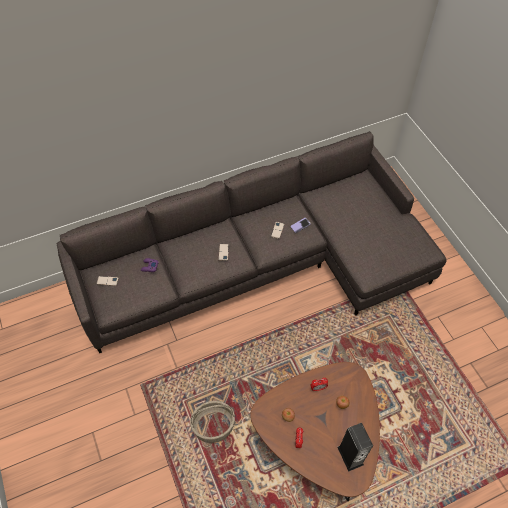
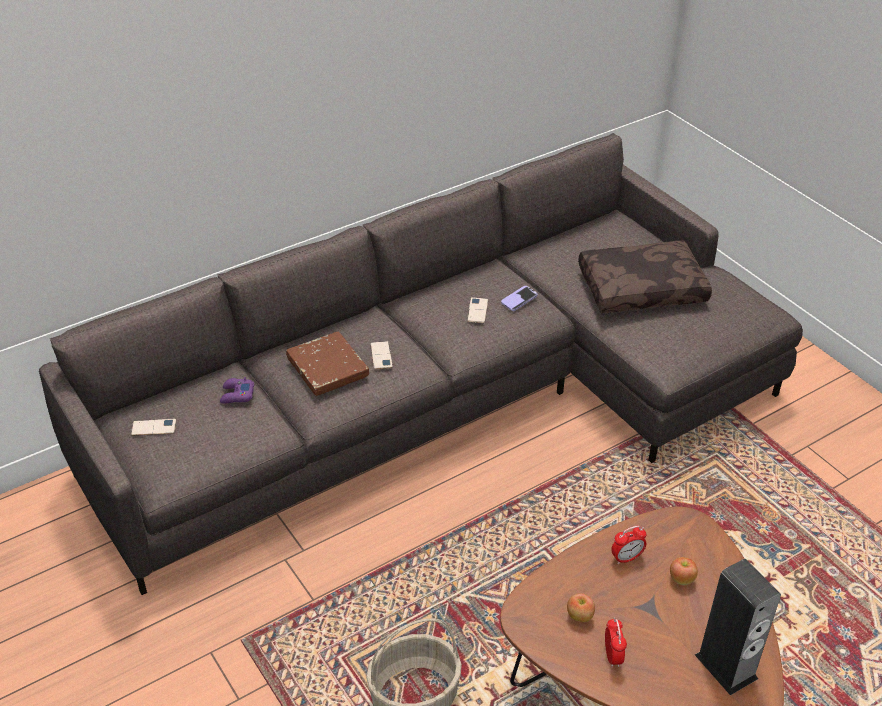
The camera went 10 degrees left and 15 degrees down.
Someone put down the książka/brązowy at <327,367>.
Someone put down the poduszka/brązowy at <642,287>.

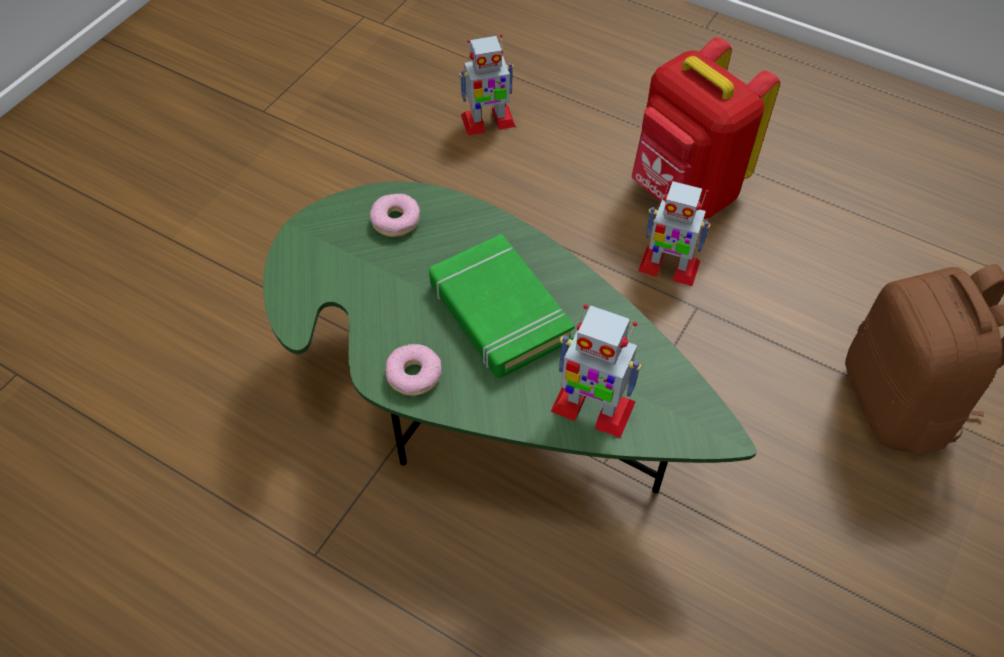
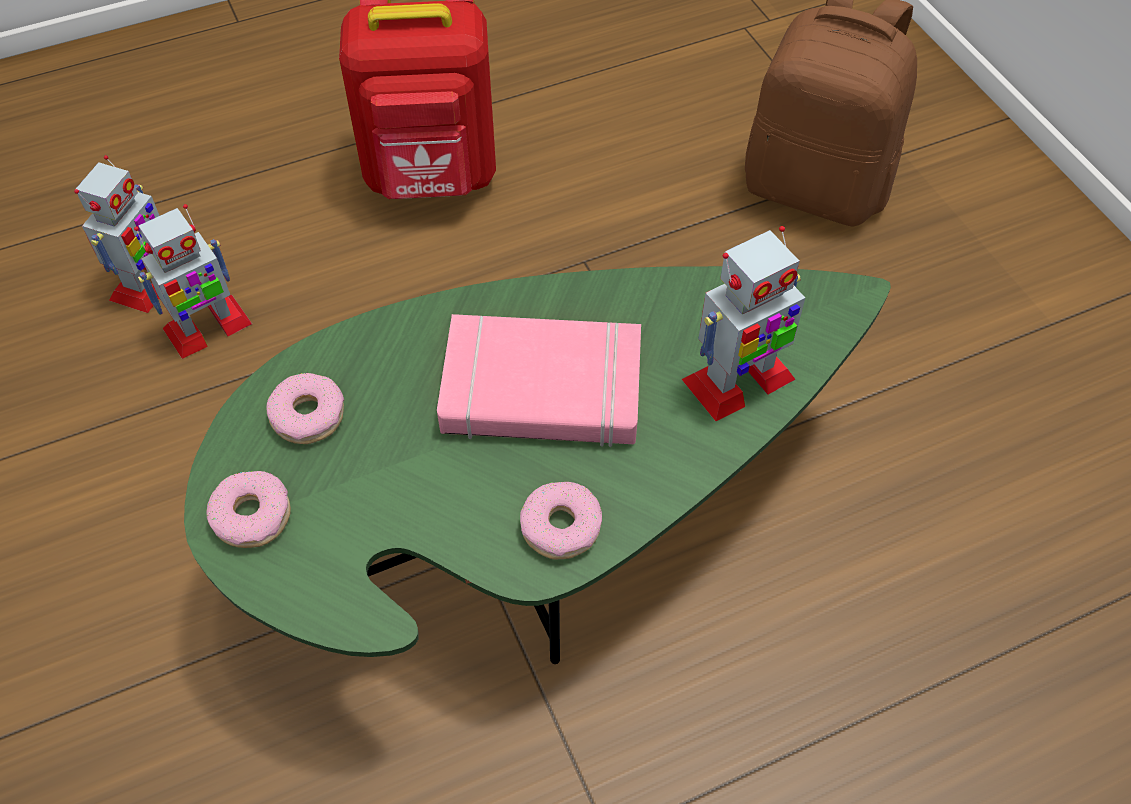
The camera went 55 degrees left and 0 degrees up.
Someone put down the donut at <252,516>.
Someone carried the robot zabawkowy from <668,266> to <207,327>.
Someone repainted the książka/zielony at <499,312>, which became the książka/różowy at <542,391>.

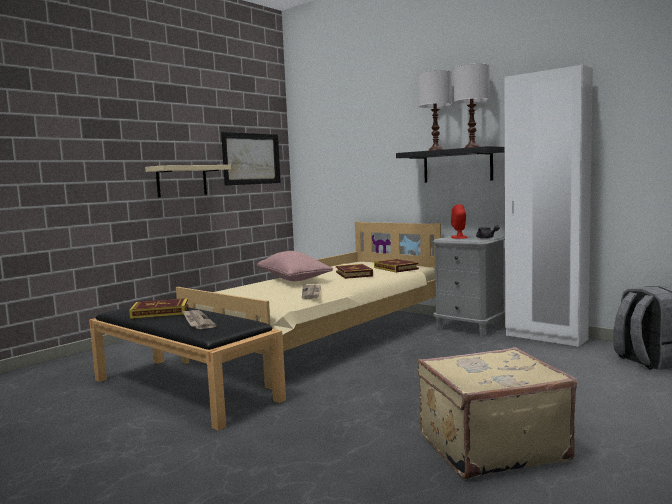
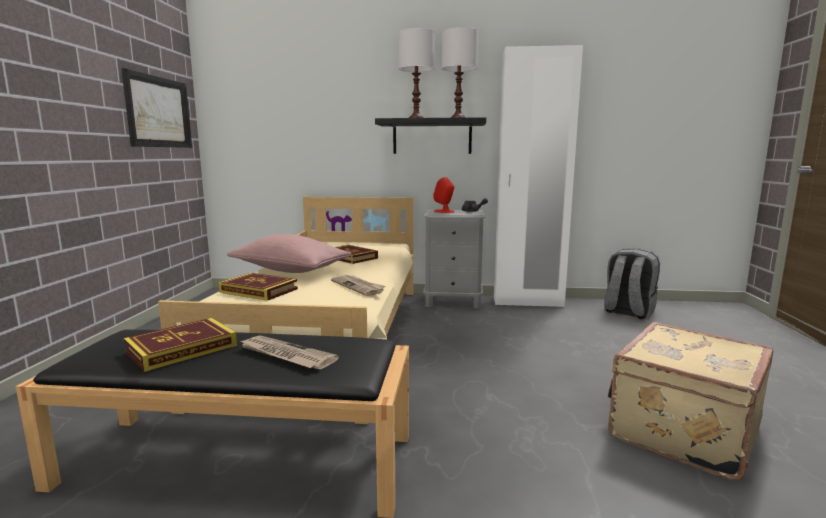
The camera went 35 degrees left and 5 degrees up.
Someone took away the półka/beżowy at <182,181>.
Someone carried the książka from <396,268> to <259,290>.

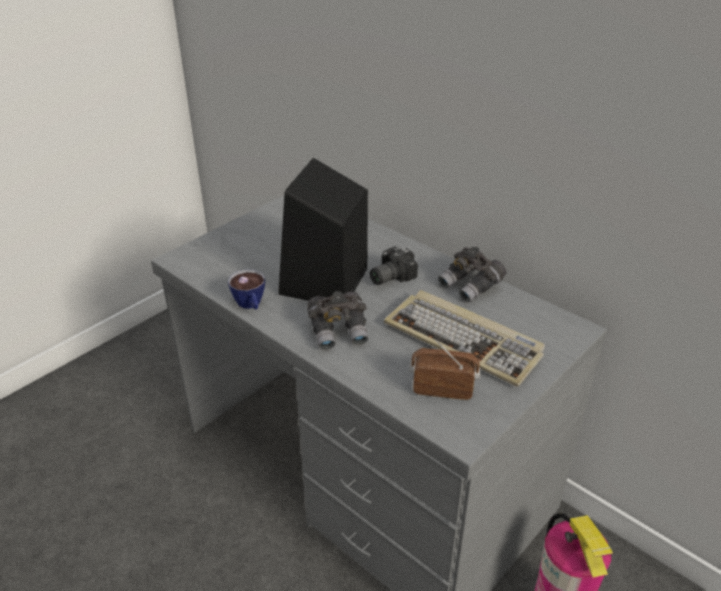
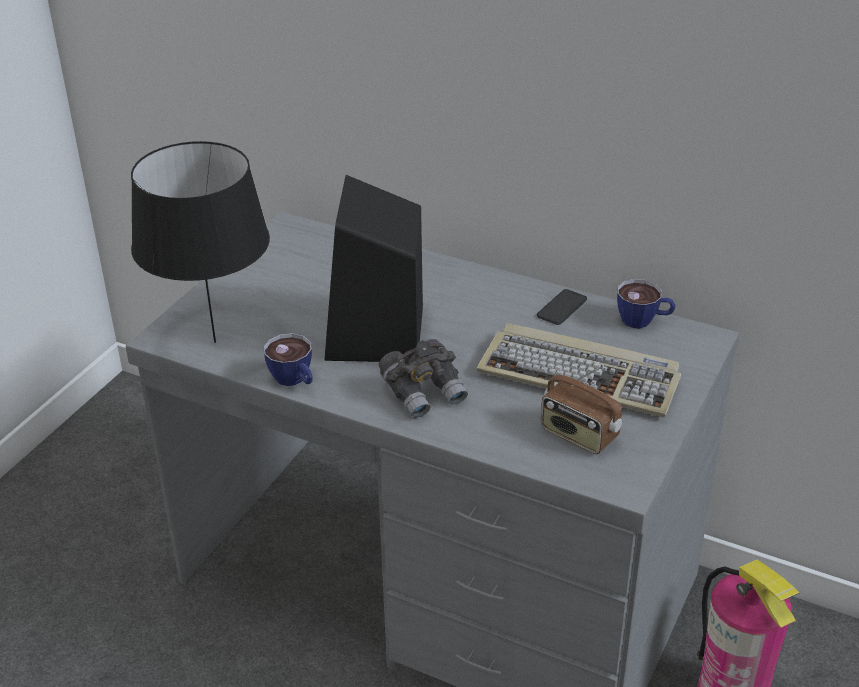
The camera went 15 degrees left and 0 degrees up.
Someone took away the aparat fotograficzny at <389,276>.
Someone put down the lampa stołowa/czarny at <214,342>.
Someone put down the filiżanka at <643,320>.
Someone swapped the lornetka/szary at <471,286> for the telefon at <562,308>.
Someone rotated the radio at <443,387> by 135 degrees counterclockwise.

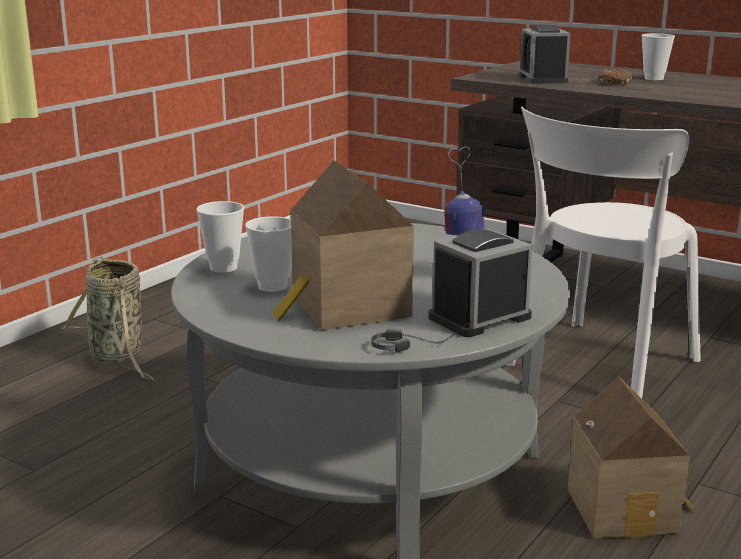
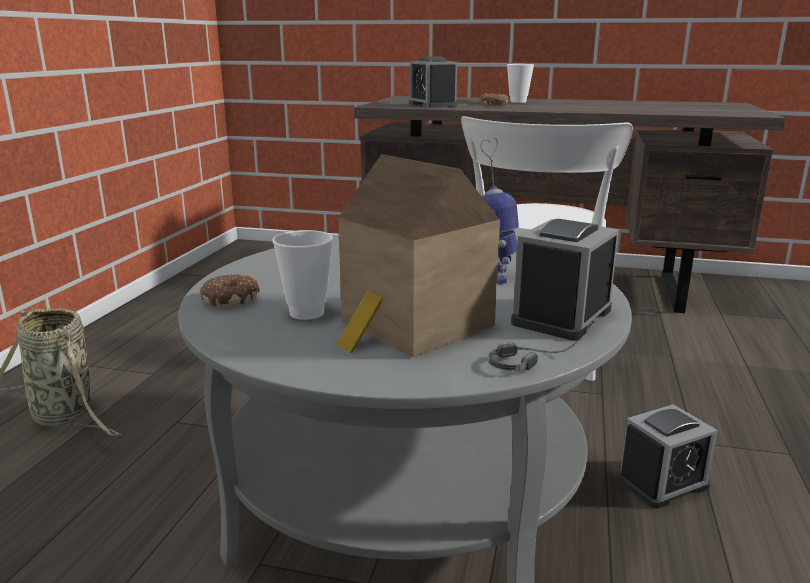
The camera went 20 degrees left and 0 degrees up.
Someone swapped the filiżanka at <223,267> for the donut at <230,299>.
Someone swapped the domek at <627,510> for the budzik at <662,483>.

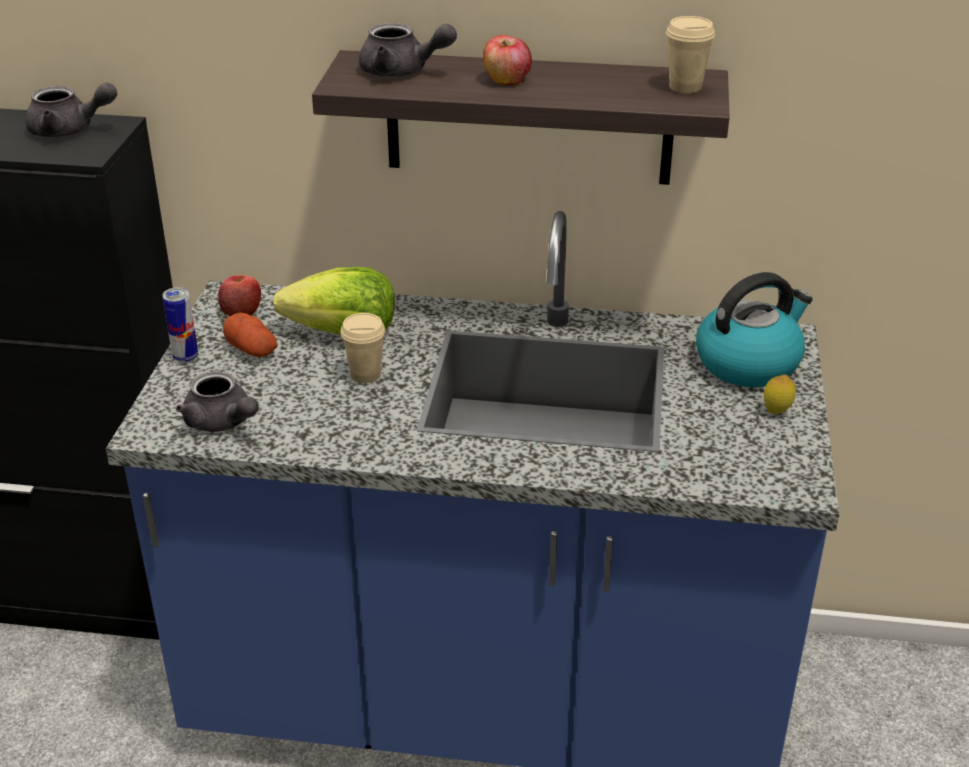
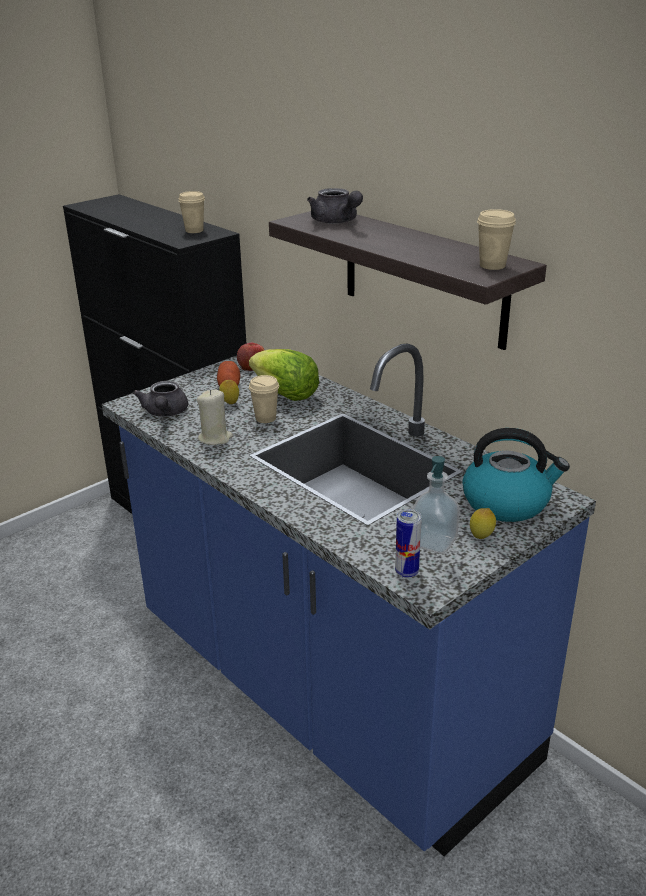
The camera went 40 degrees right and 5 degrees down.
Someone took away the jabłko at <507,80>.
Someone put down the świeca/beżowy at <215,438>.
Someone put down the cytryna at <230,404>.
Someone put down the dozownik mydła at <433,542>.
Someone carried the puszka from <185,357> to <406,572>.
Someone swapped the imbryk/szary at <70,130> for the filiżanka/beżowy at <194,230>.

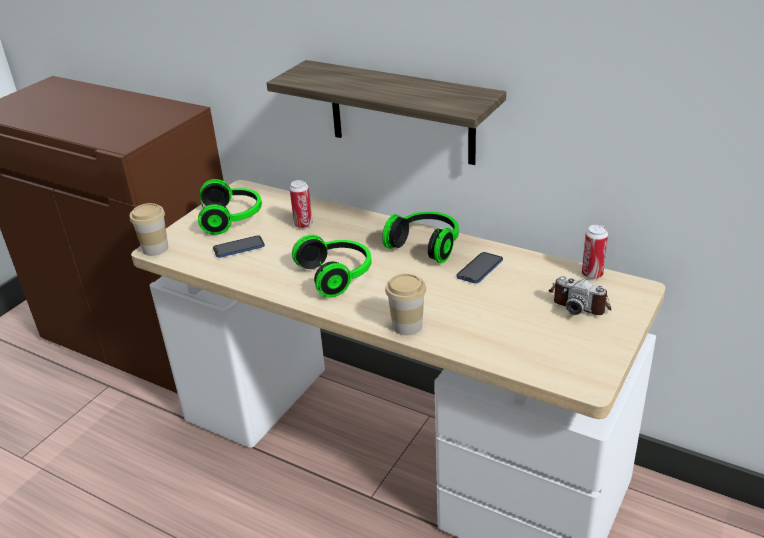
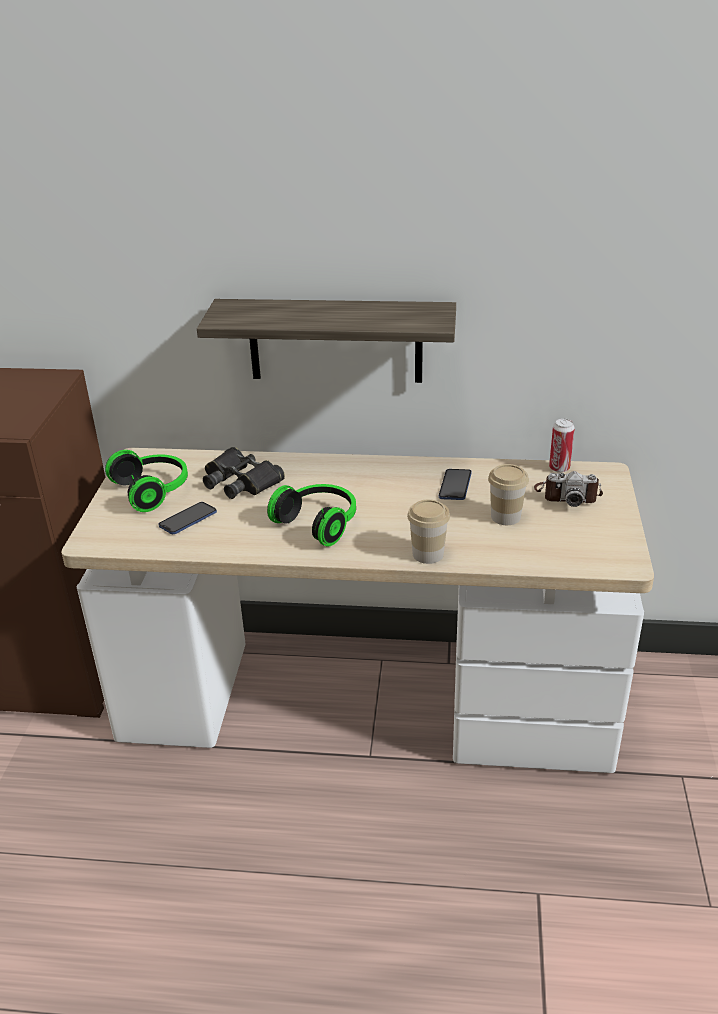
The camera went 25 degrees left and 0 degrees up.
Someone took away the słuchawki at <426,245>.
Someone carried the filiżanka from <155,249> to <505,517>.
Someone swapped the puszka at <303,225> for the lornetka/czarny at <241,481>.

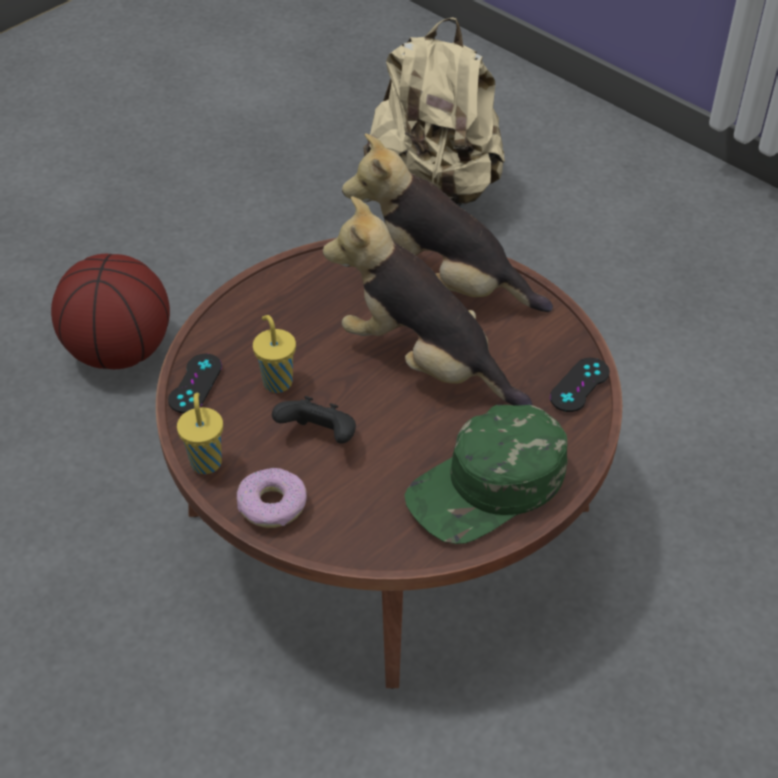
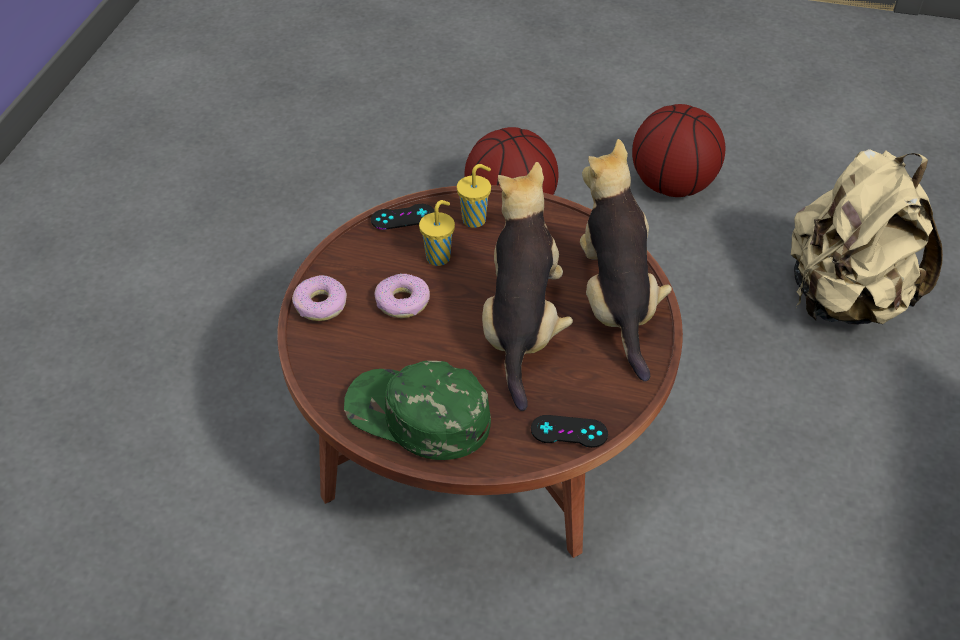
The camera went 60 degrees right and 0 degrees up.
Someone put down the piłka do koszykówki at <673,186>.
Someone carried the filiżanka/żółty from <206,461> to <475,219>.
Someone swapped the pad do gier/czarny at <319,437> for the donut at <402,302>.

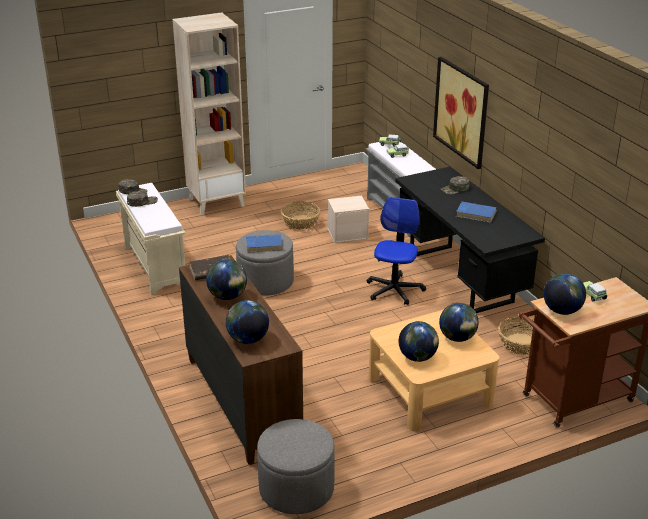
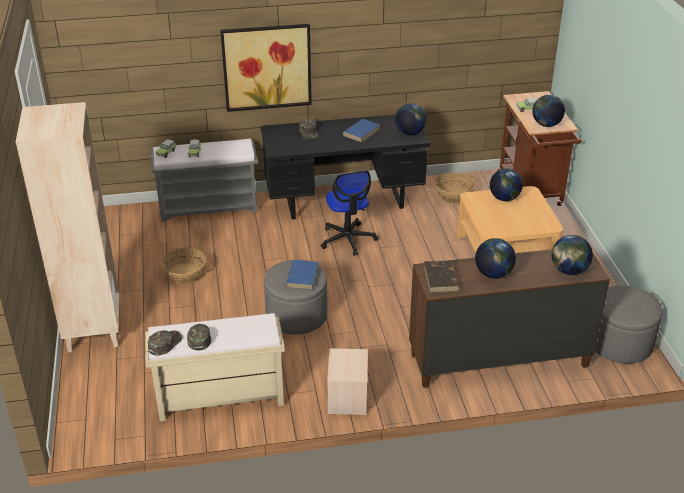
The camera went 75 degrees left and 5 degrees up.
Someone carried the pojemnik do przechowywania/beżowy from <348,233> to <347,397>.
Someone carried the globus from <417,357> to <410,133>.
Someone rotated the krzesło biurowe at <394,290> by 135 degrees counterclockwise.

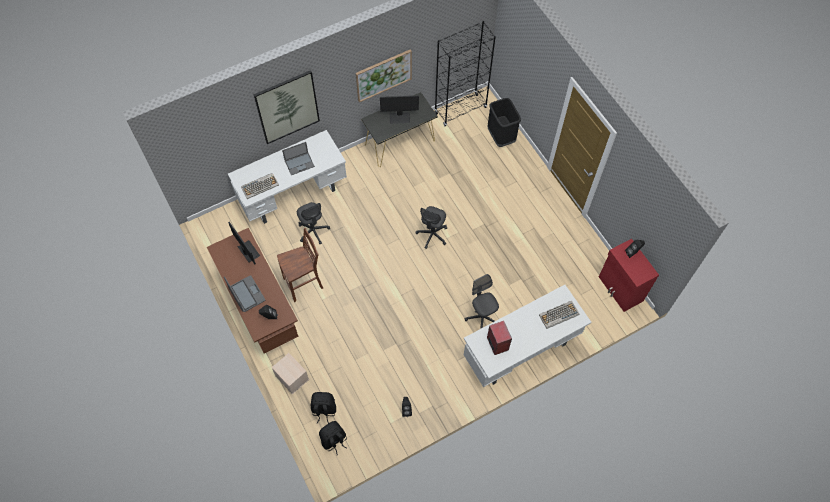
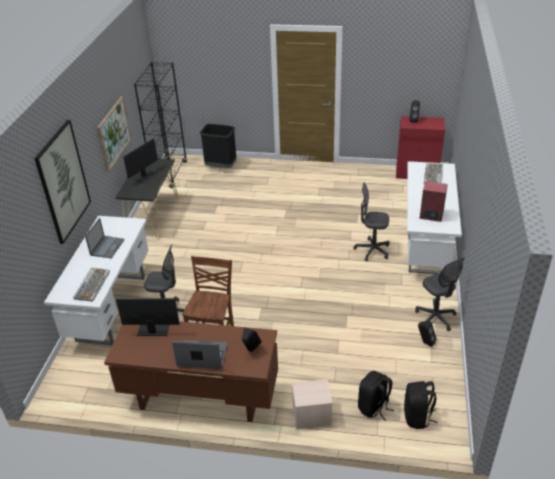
The camera went 50 degrees left and 25 degrees down.
Someone carried the krzesło biurowe/szary from <432,235> to <435,318>.

